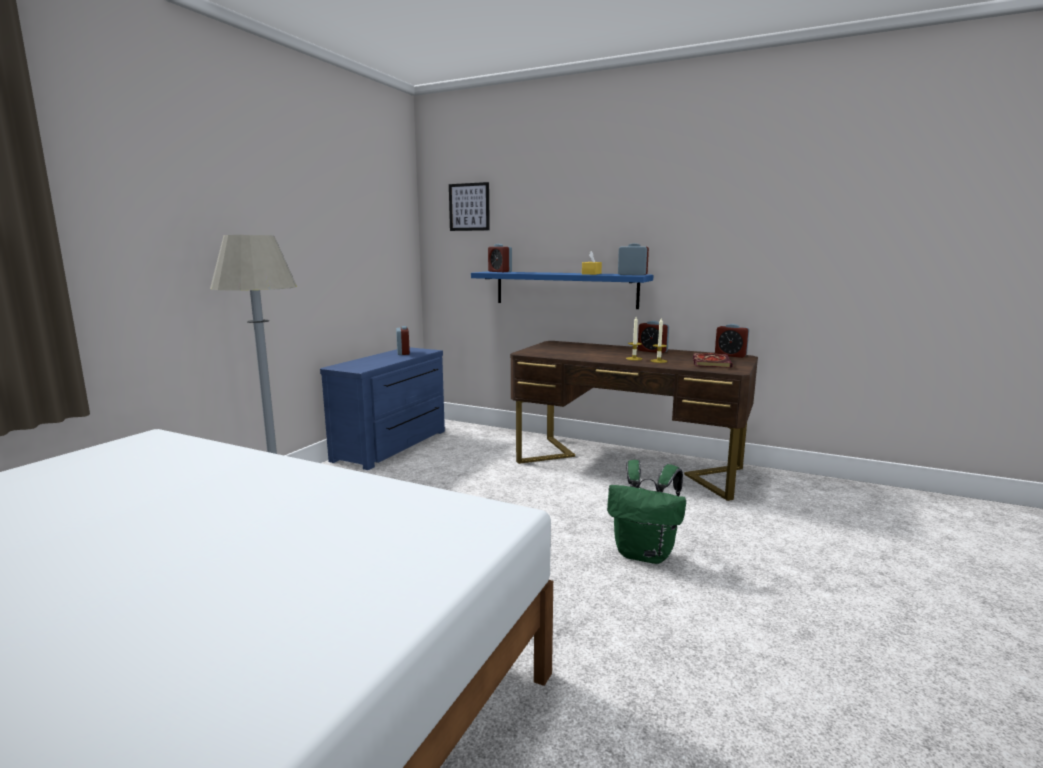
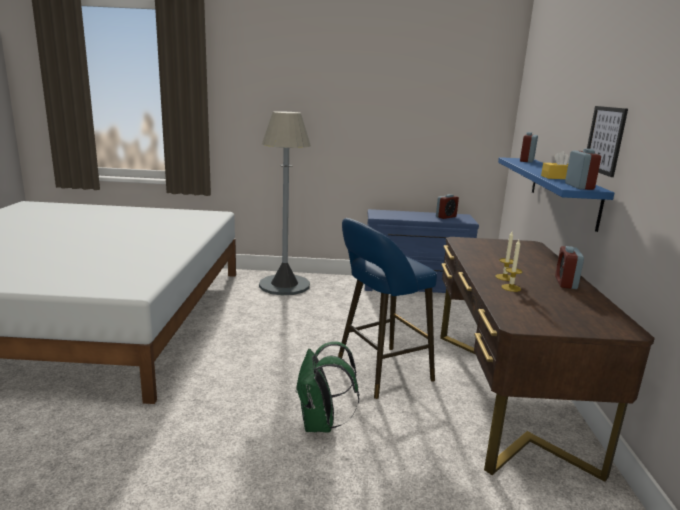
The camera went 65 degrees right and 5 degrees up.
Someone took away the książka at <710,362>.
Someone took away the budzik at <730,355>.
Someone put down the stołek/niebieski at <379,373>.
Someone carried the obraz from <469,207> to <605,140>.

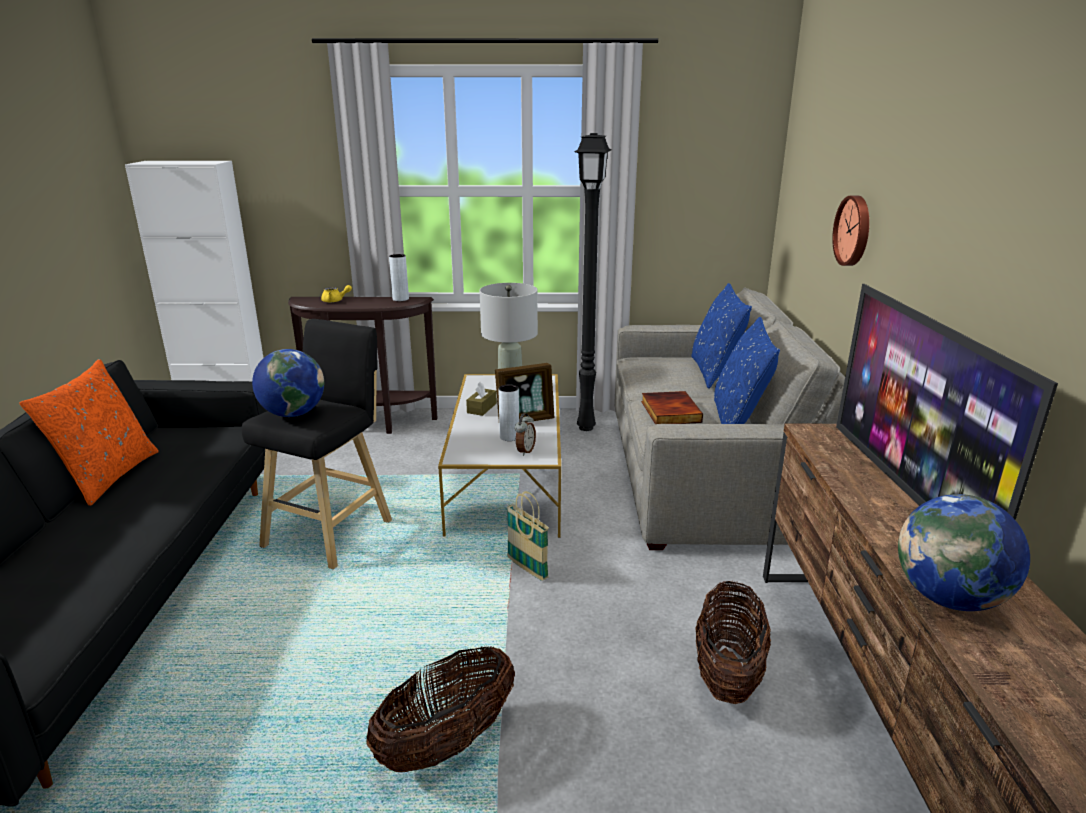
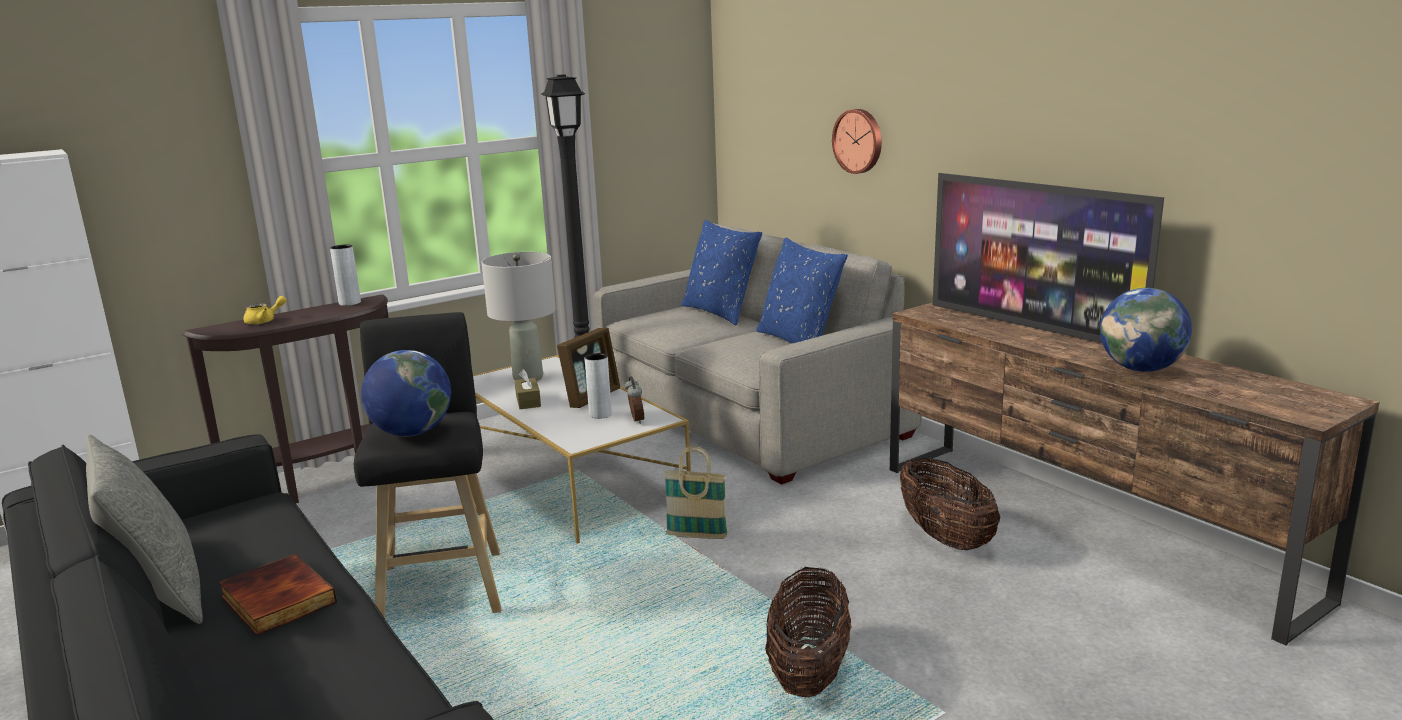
The camera went 35 degrees left and 5 degrees down.
Someone carried the książka from <669,411> to <276,600>.
Someone repainted the poduszka/pomarańczowy at <108,476>, which became the poduszka/szary at <159,596>.

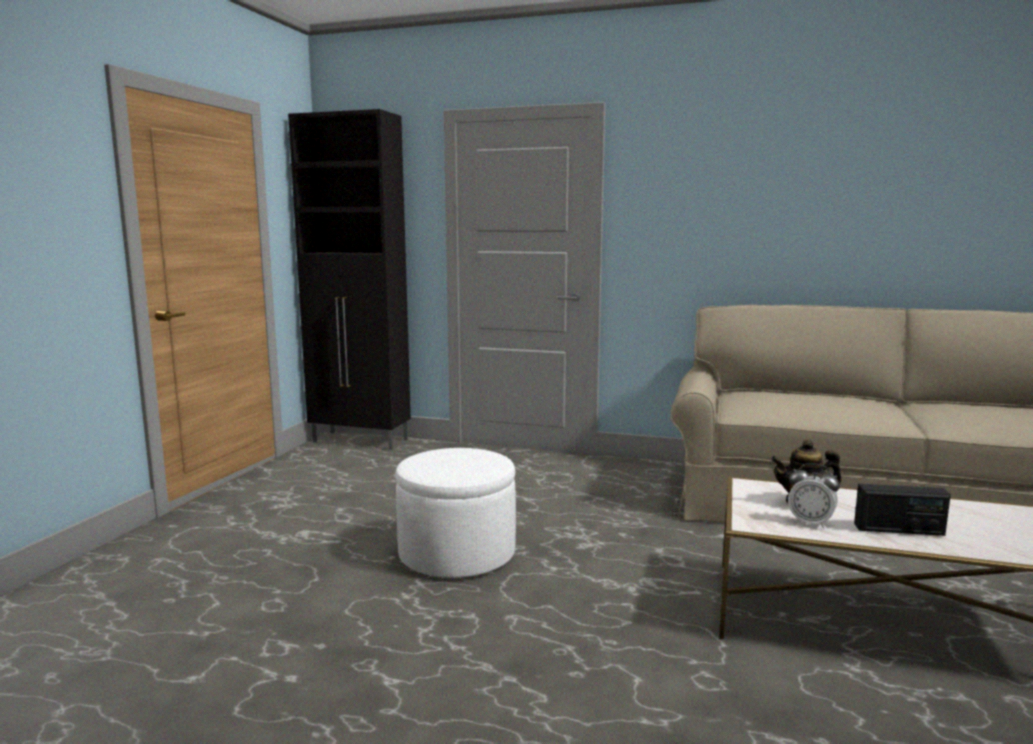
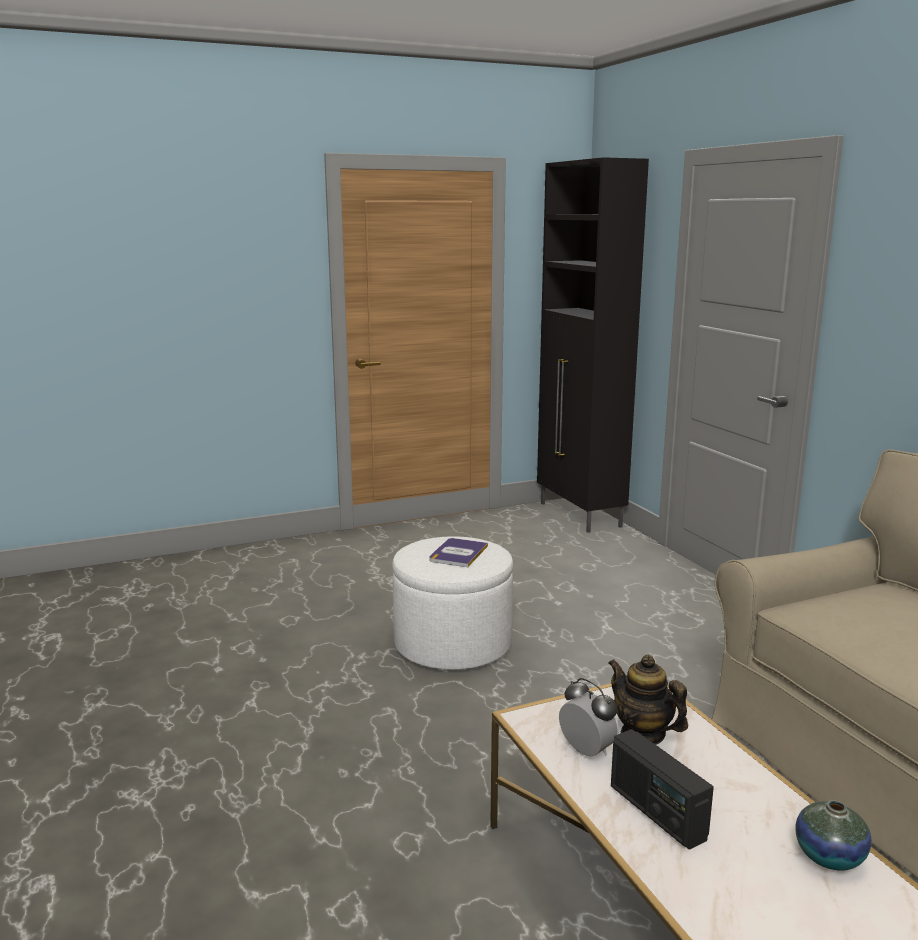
The camera went 50 degrees right and 5 degrees up.
Someone put down the książka at <458,553>.
Someone put down the wazon at <829,856>.
Someone rotated the budzik at <810,523> by 150 degrees clockwise.

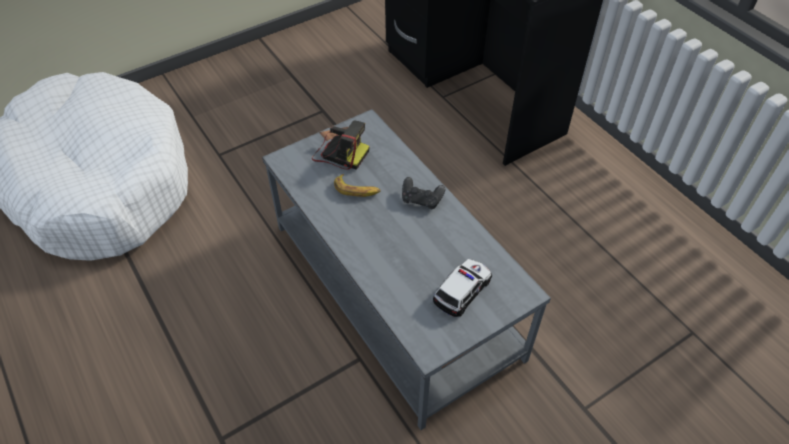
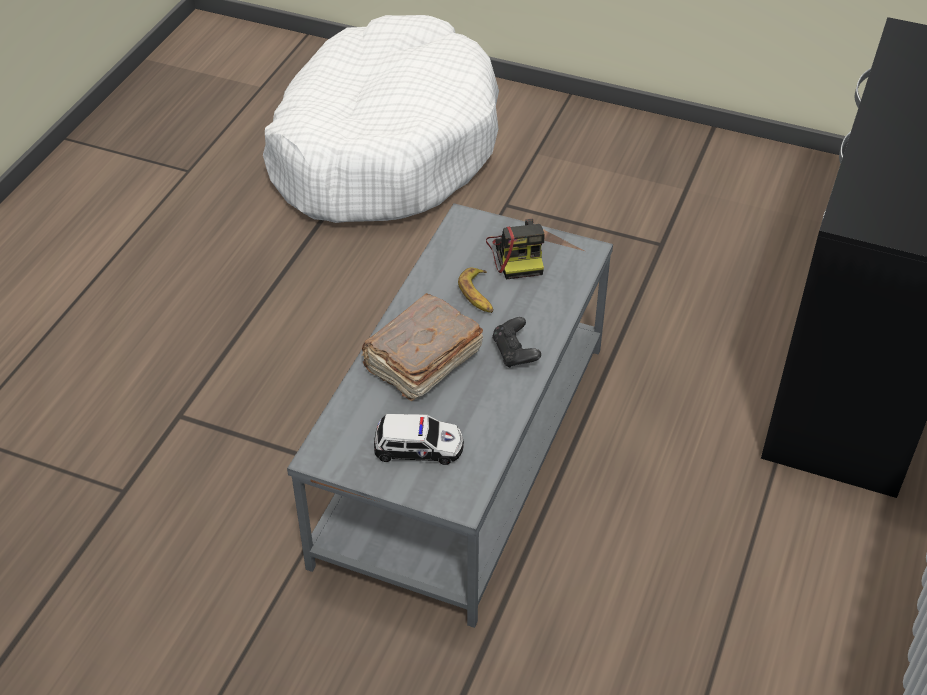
The camera went 55 degrees right and 5 degrees down.
Someone put down the książka/brązowy at <421,361>.

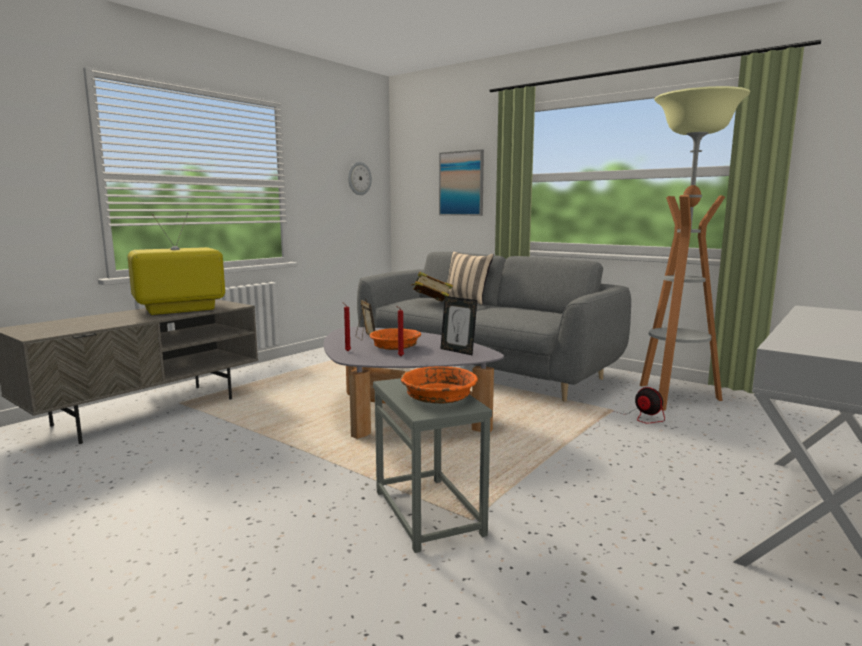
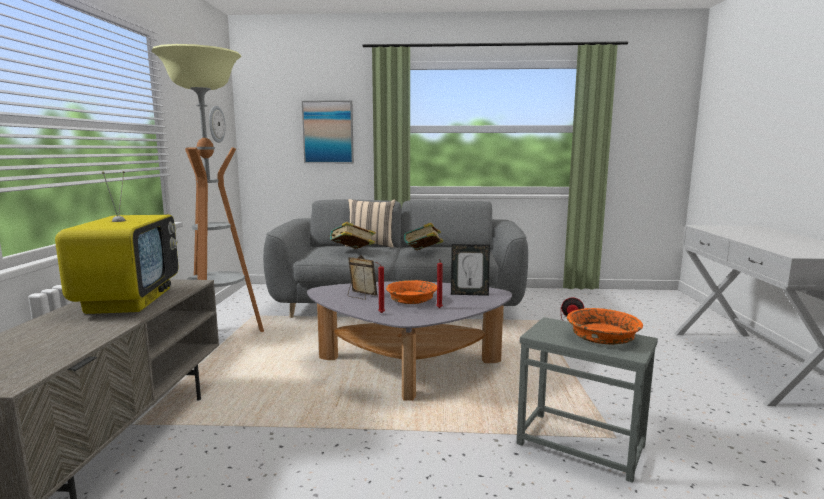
The camera went 35 degrees left and 0 degrees up.
Someone put down the książka at <423,253>.
Someone carried the lampa stojąca from <674,397> to <220,337>.
Someone rotated the telewizor at <179,309> by 150 degrees clockwise.

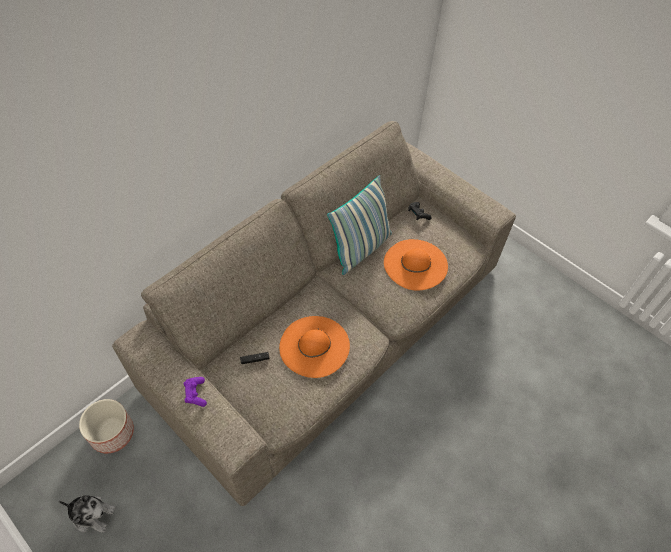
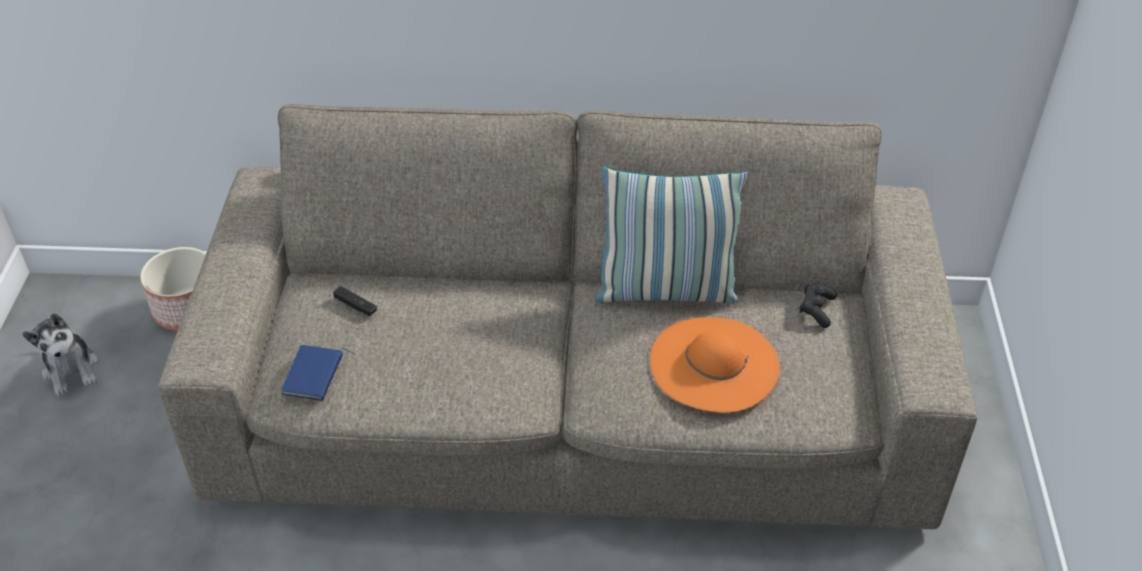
The camera went 50 degrees right and 10 degrees down.
Someone took away the pad do gier/fioletowy at <195,394>.
Someone took away the kapelusz/pomarańczowy at <314,346>.
Someone put down the książka/niebieski at <315,376>.

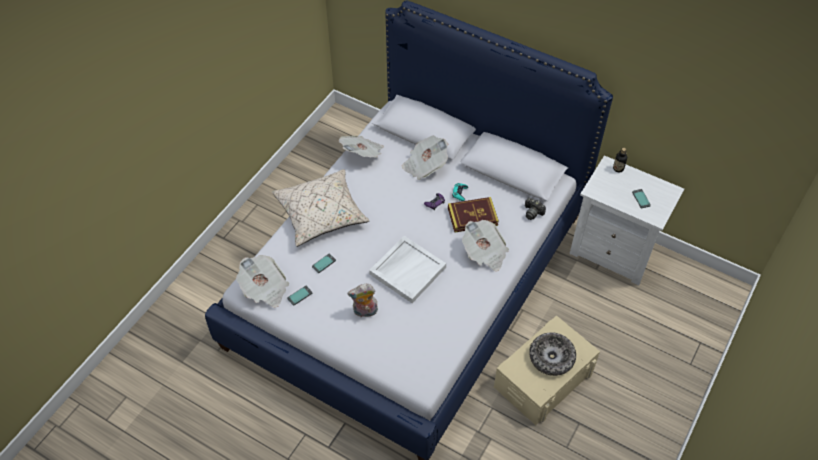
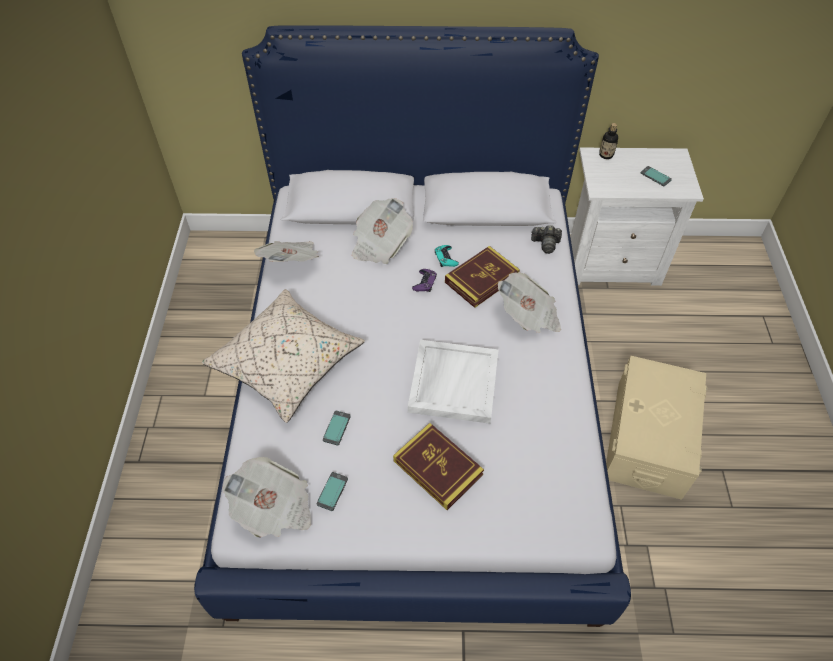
The camera went 30 degrees left and 0 degrees up.
Someone took away the miska at <551,357>.
Someone swapped the pluszak at <365,312> for the książka at <438,468>.

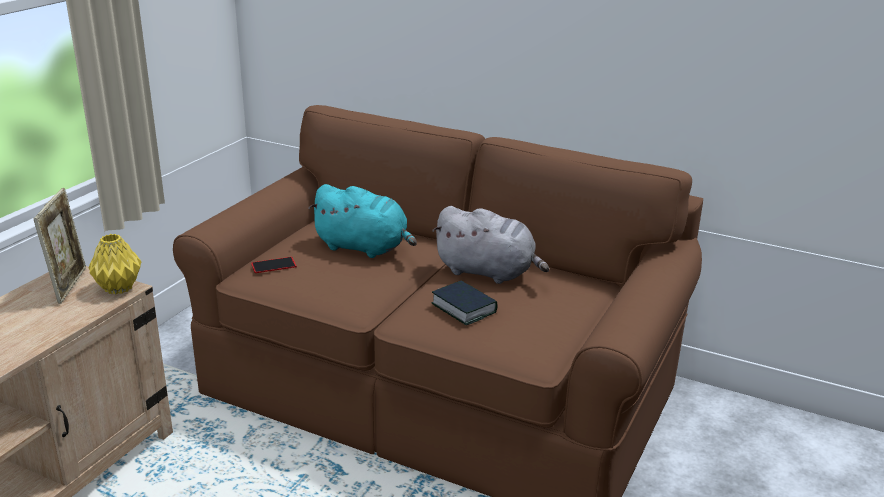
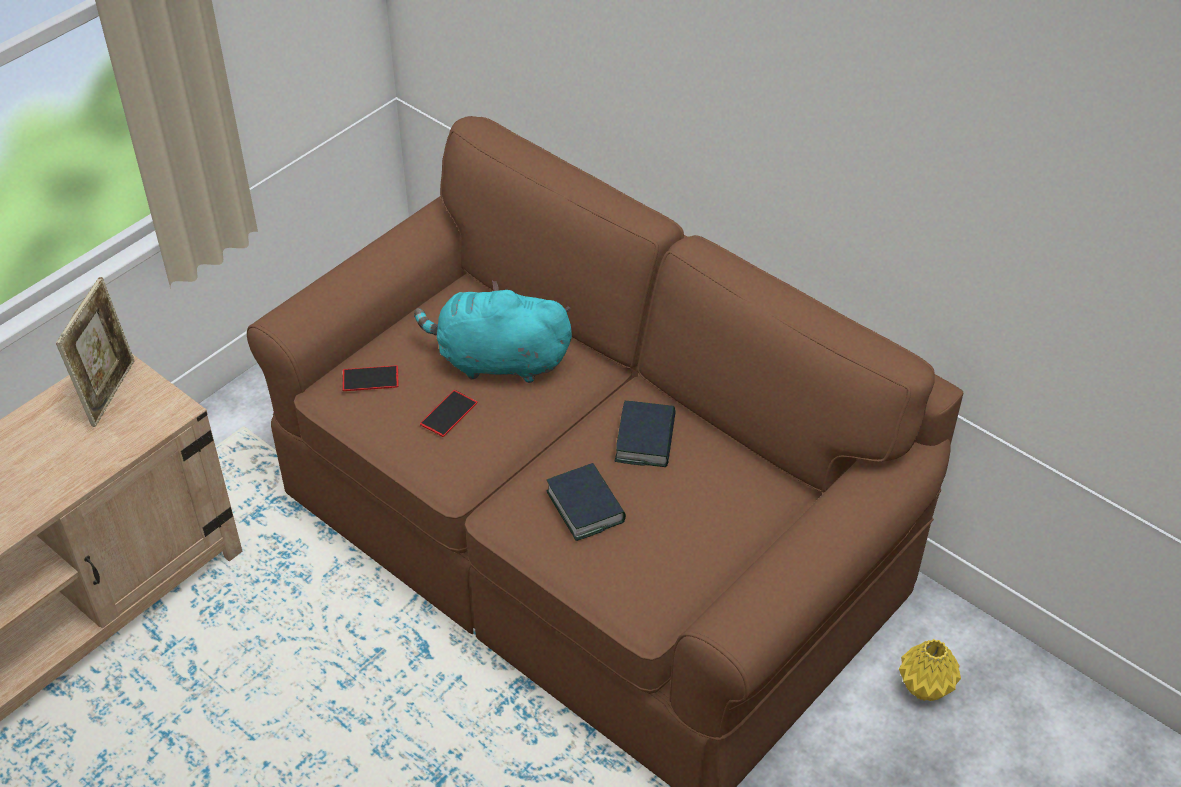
The camera went 15 degrees right and 20 degrees up.
Someone put down the telefon at <448,413>.
Someone carried the wazon/żółty from <119,288> to <926,687>.
Someone swapped the pluszak/szary at <488,272> for the książka at <645,439>.
Someone rotated the pluszak/turkusowy at <364,248> by 150 degrees clockwise.

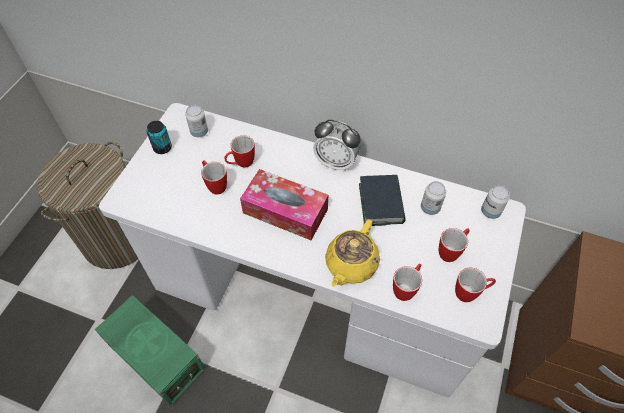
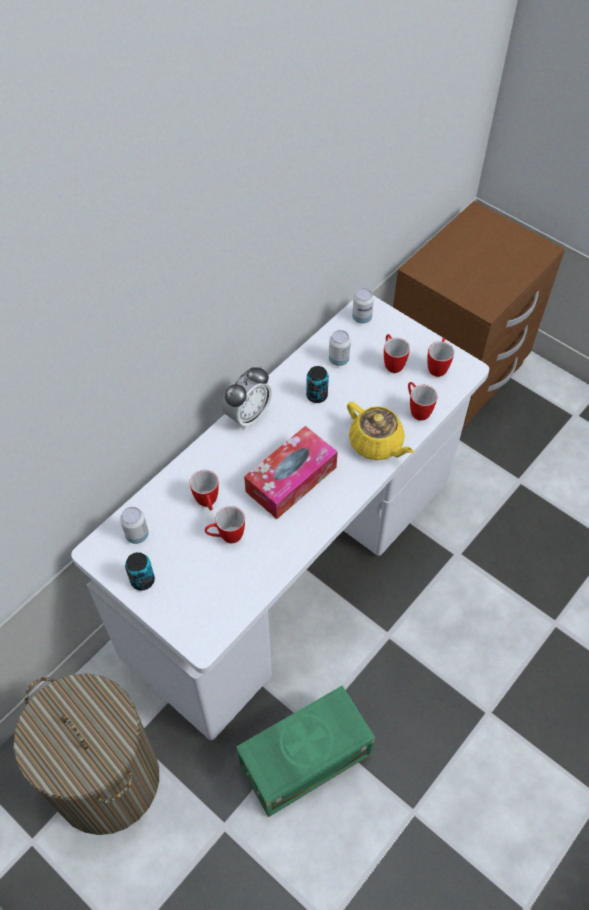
The camera went 70 degrees left and 0 degrees up.
Someone swapped the książka at <381,203> for the puszka at <317,395>.

